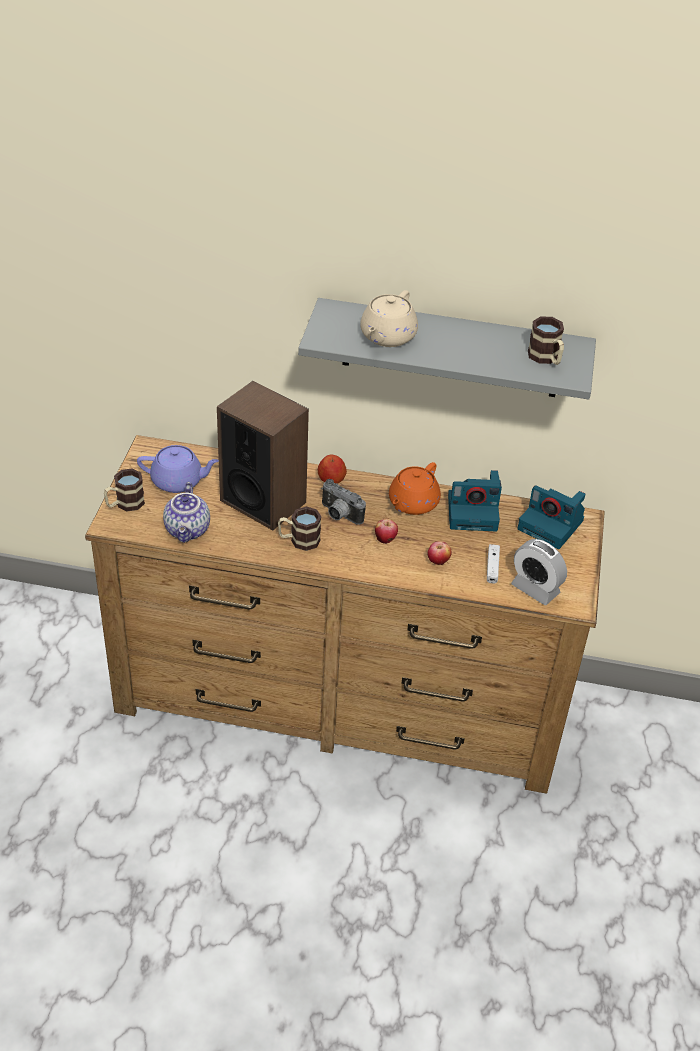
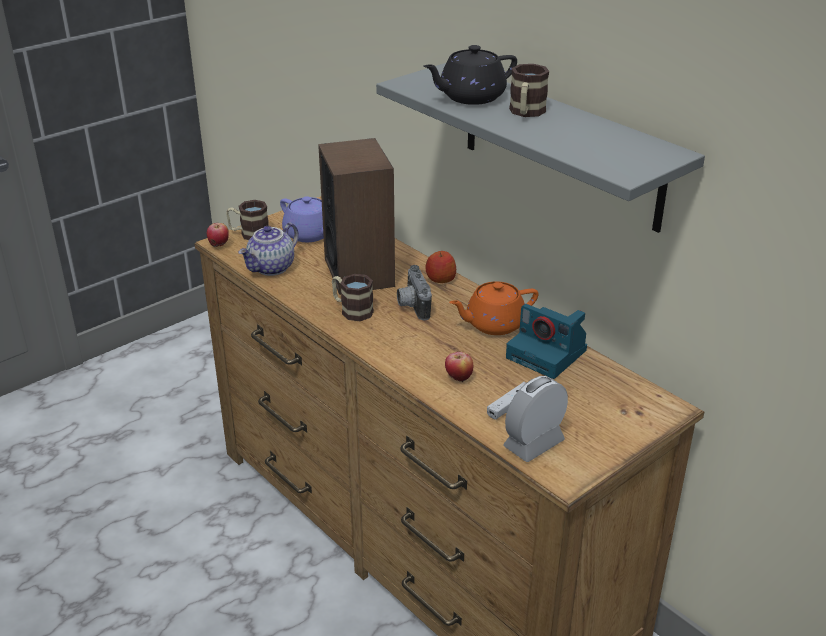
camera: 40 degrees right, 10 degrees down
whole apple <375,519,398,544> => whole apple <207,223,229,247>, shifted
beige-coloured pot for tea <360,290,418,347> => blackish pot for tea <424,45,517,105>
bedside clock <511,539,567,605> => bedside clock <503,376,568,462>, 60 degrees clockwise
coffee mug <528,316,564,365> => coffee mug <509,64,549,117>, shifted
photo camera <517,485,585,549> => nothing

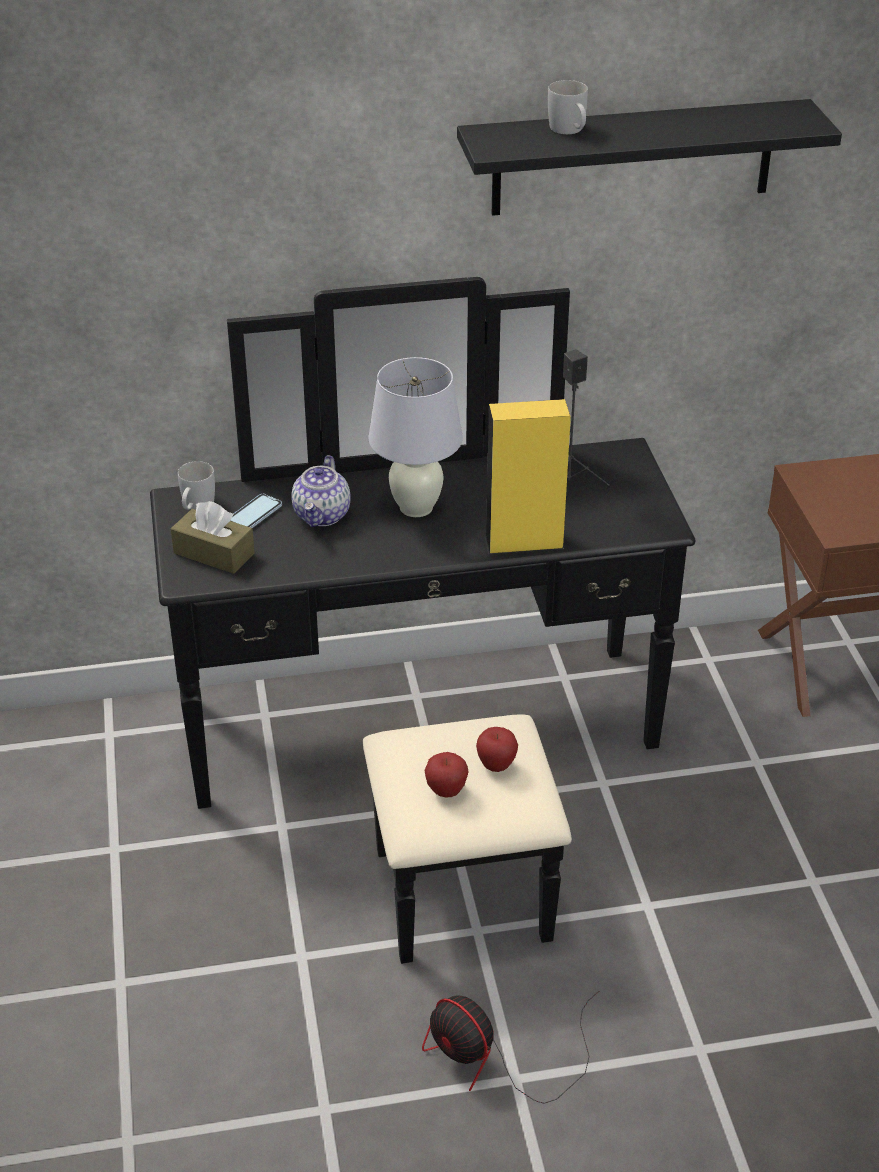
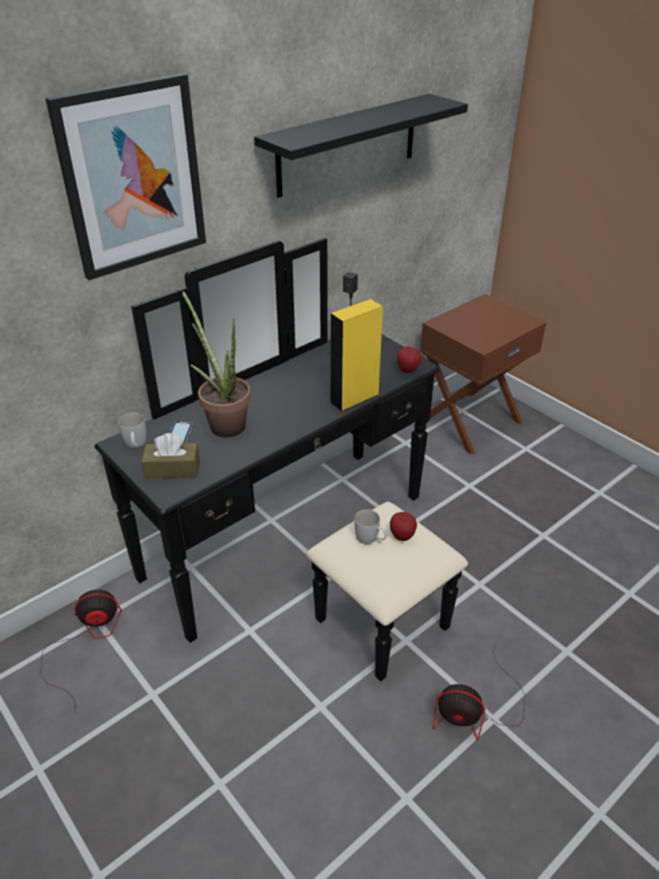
camera: 30 degrees left, 0 degrees up
nothing => electric fan <40,590,122,703>
nothing => wall picture <45,73,206,280>
pot for tea <291,455,351,527> => plant in a pot <179,286,251,437>
white coffee mug <548,80,588,134> => white coffee mug <355,509,387,544>, shifted
whole apple <424,752,469,797> => whole apple <397,347,421,372>, shifted
white lamp for a table <368,357,463,517> => nothing

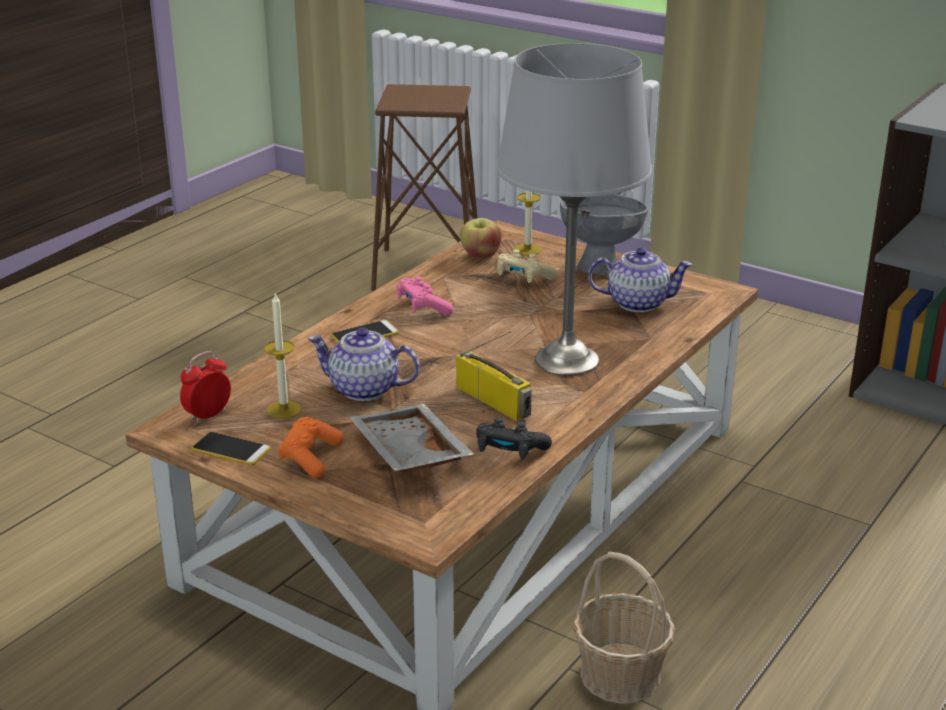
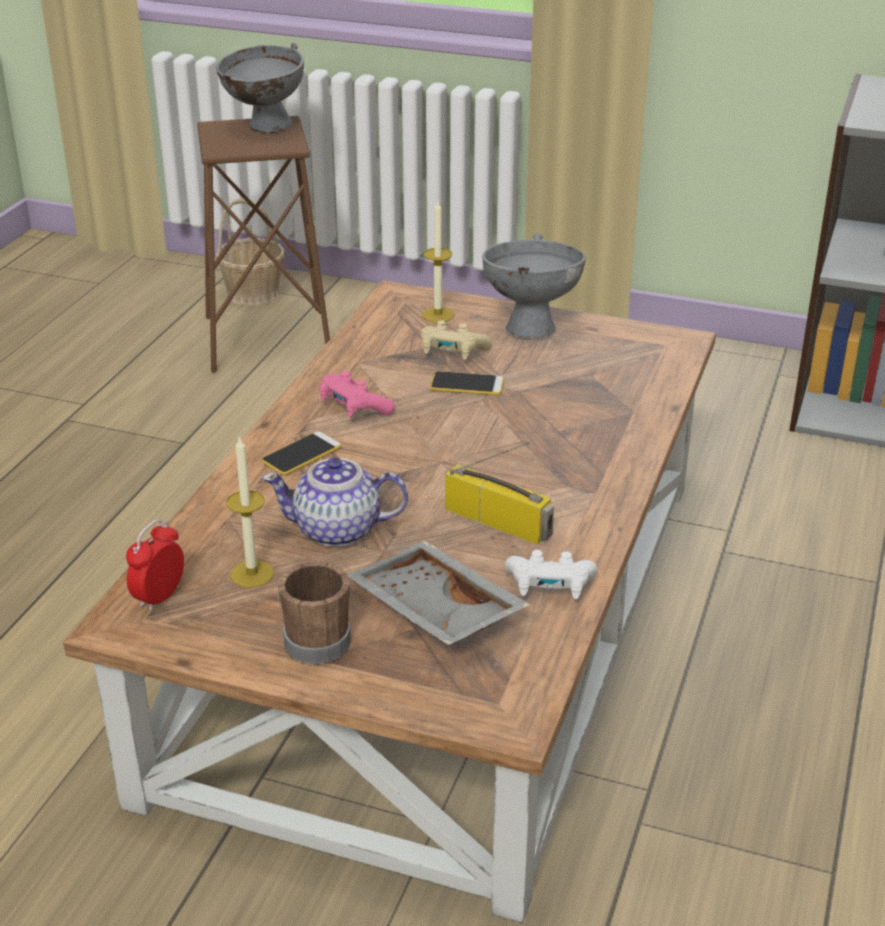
camera: 15 degrees left, 5 degrees up
nothing => grey bowl <216,43,304,133>
household basket <573,552,675,704> => household basket <216,199,285,305>, shifted
orange game controller <278,417,343,478> => brownish coffee mug <278,562,351,664>
phone <191,432,271,466> => phone <430,371,505,396>, shifted
blackish game controller <476,417,552,460> => white game controller <505,550,598,599>
whole apple <460,218,501,258> => nothing
grey lamp for a table <496,43,652,376> => nothing
pot for tea <588,247,693,312> => nothing

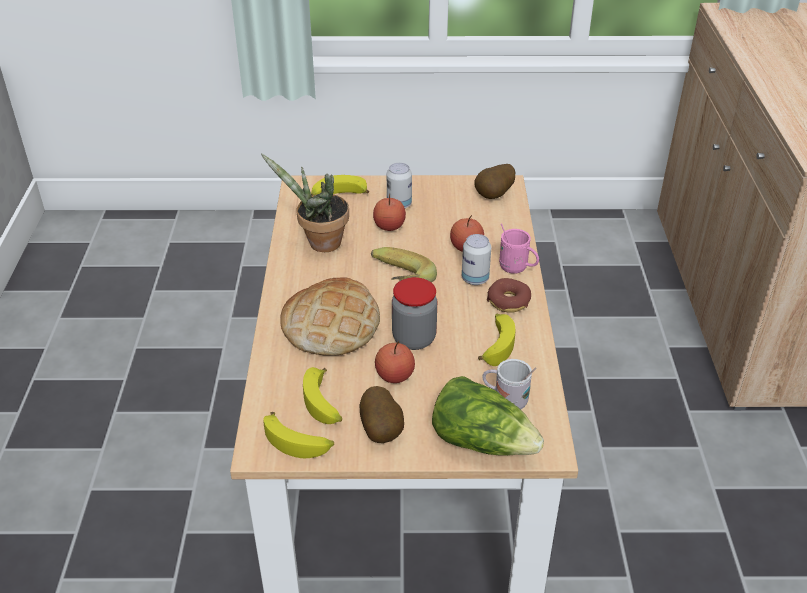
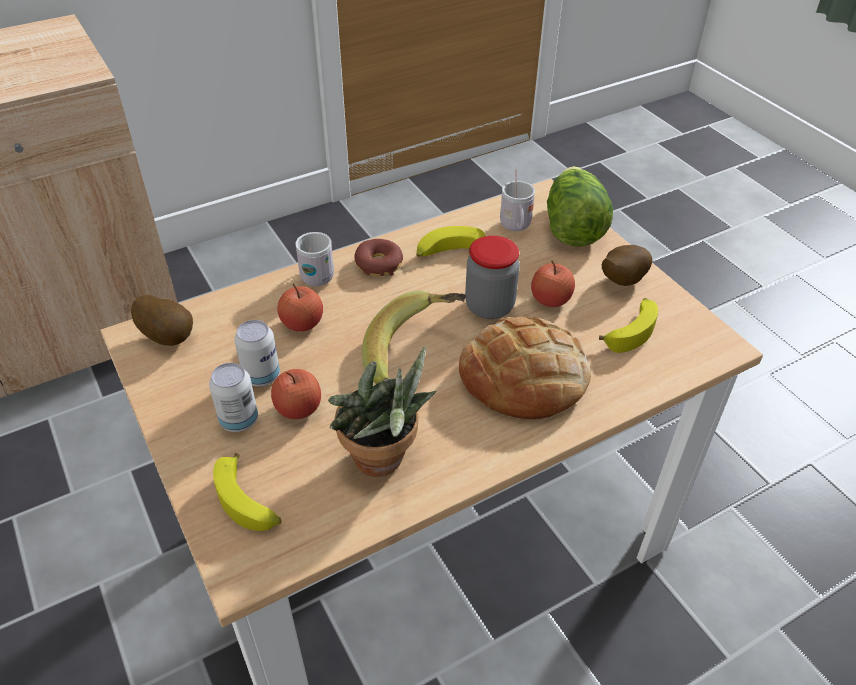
camera: 120 degrees left, 5 degrees up
can <462,234,491,285> => can <234,320,280,387>, shifted
pink coffee mug <499,223,539,274> => white coffee mug <295,232,334,286>
banana <263,412,334,458> => nothing

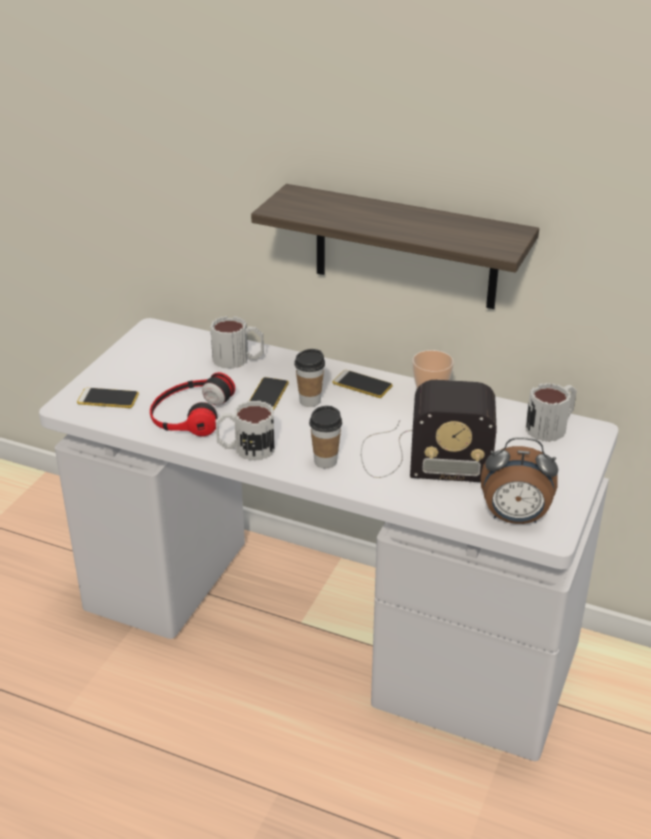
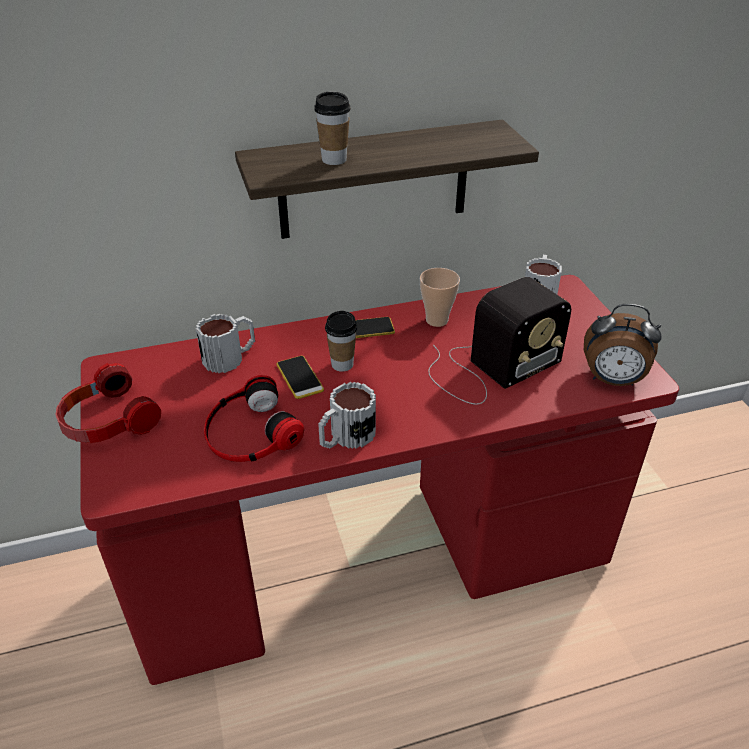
camera: 40 degrees left, 5 degrees up
nothing => pair of headphones <55,363,161,443>
white desk table <39,318,619,761> => red desk table <81,275,679,685>
small cup <309,406,342,468> => small cup <314,92,351,165>, shifted
bedside clock <481,437,558,524> => bedside clock <584,304,662,386>, 45 degrees clockwise
phone <77,388,139,408> => nothing

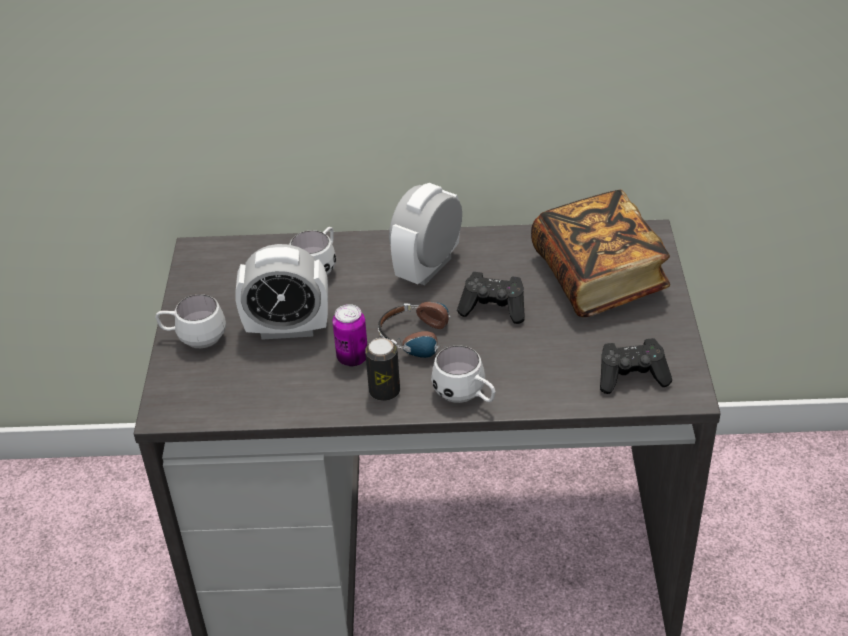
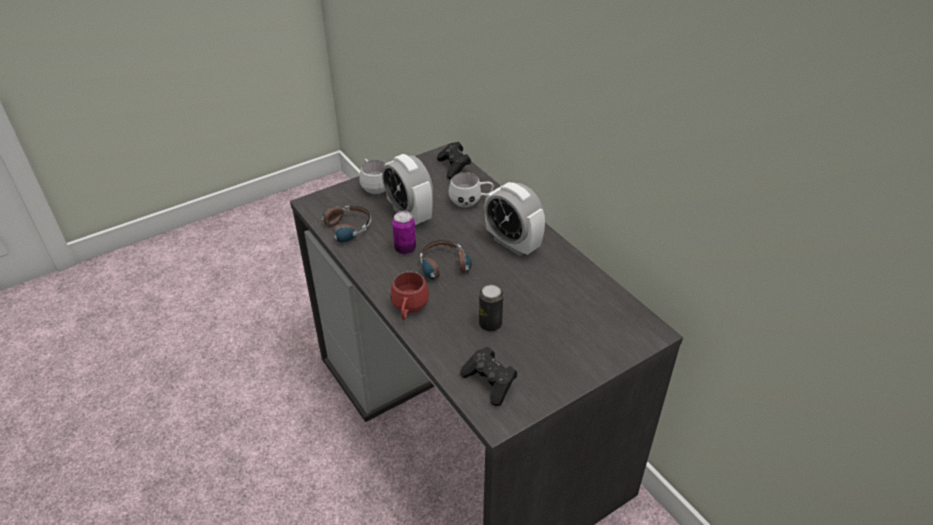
camera: 55 degrees right, 0 degrees up
nothing => pair of headphones <304,206,371,243>
white coffee mug <431,345,496,403> => red coffee mug <390,271,429,320>
blackish game controller <457,272,525,324> => blackish game controller <437,142,471,179>, shifted
can <365,338,400,401> => can <479,285,503,331>, shifted
bedside clock <389,183,462,286> => bedside clock <485,182,545,256>, 135 degrees counterclockwise
volume <531,190,670,317> => nothing

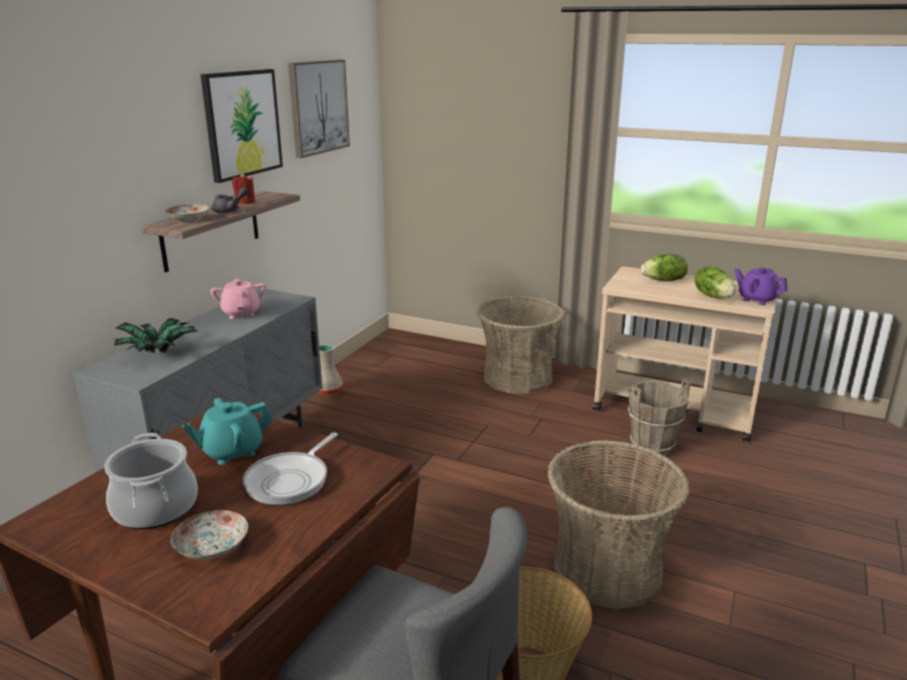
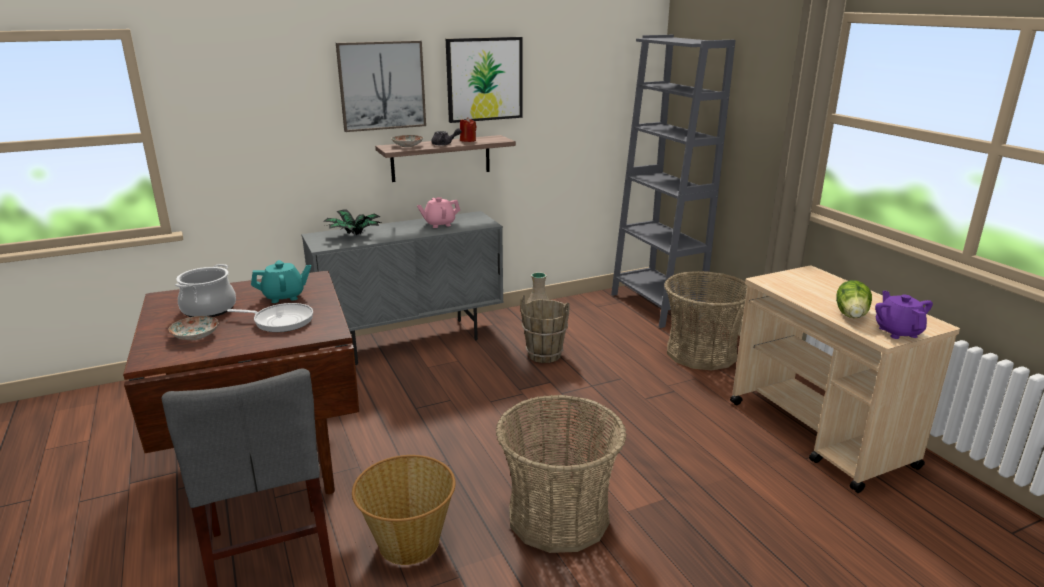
camera: 40 degrees right, 0 degrees up
frying pan <243,432,338,505> => frying pan <227,303,313,332>, 150 degrees counterclockwise
blue-green pot for tea <182,398,272,465> => blue-green pot for tea <251,260,311,303>, 150 degrees clockwise
wall picture <288,60,350,158> => wall picture <336,40,426,132>, shifted
pink pot for tea <210,278,266,319> => pink pot for tea <417,197,460,228>, 135 degrees counterclockwise
brownish bucket <628,378,690,457> => brownish bucket <520,295,570,363>, shifted
nothing => grey bookcase <611,35,735,328>
lettuce <640,254,688,281> => nothing

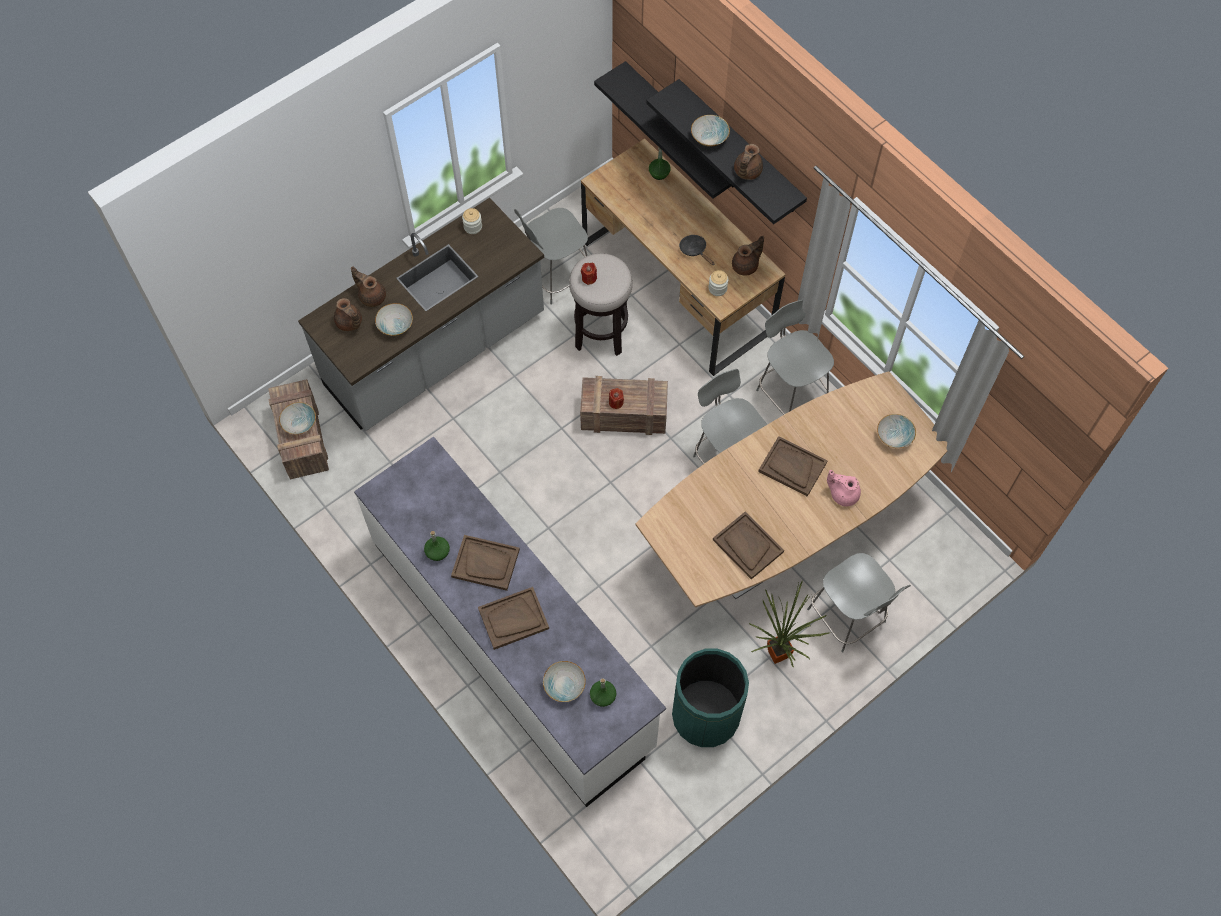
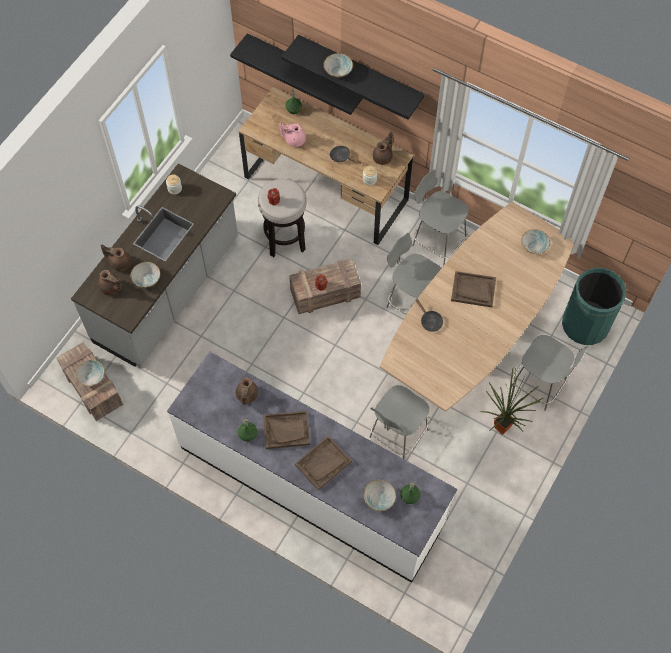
camera: 20 degrees left, 0 degrees up
brownish pot for tea <734,144,763,180> => brownish pot for tea <236,377,258,405>, shifted
pink pot for tea <827,470,861,507> => pink pot for tea <280,123,306,147>, shifted
grey chair <514,208,588,305> => grey chair <370,385,429,459>, shifted
nothing => blackish frying pan <416,299,443,332>
green rubbish bin <672,649,749,747> => green rubbish bin <562,268,626,345>, shifted
brownish carrying tray <713,511,784,579> => nothing

